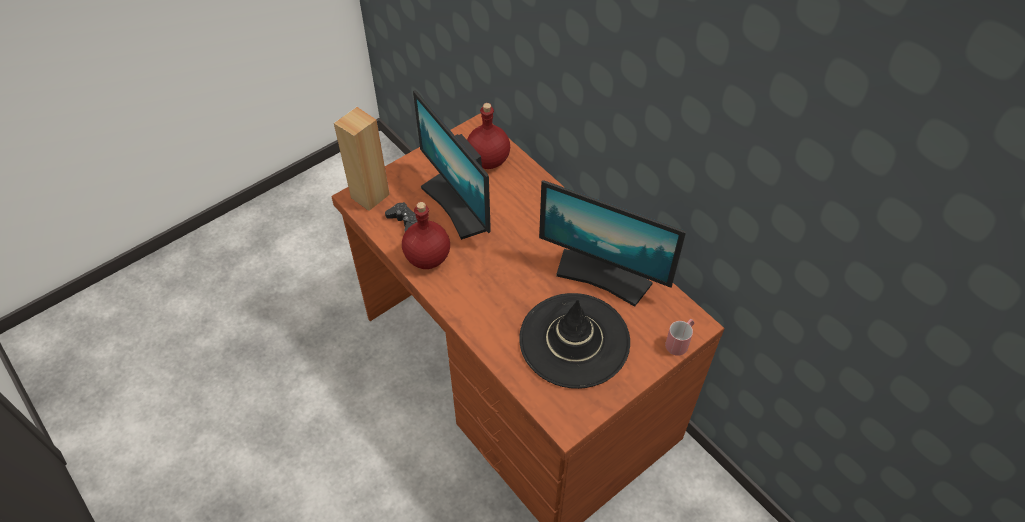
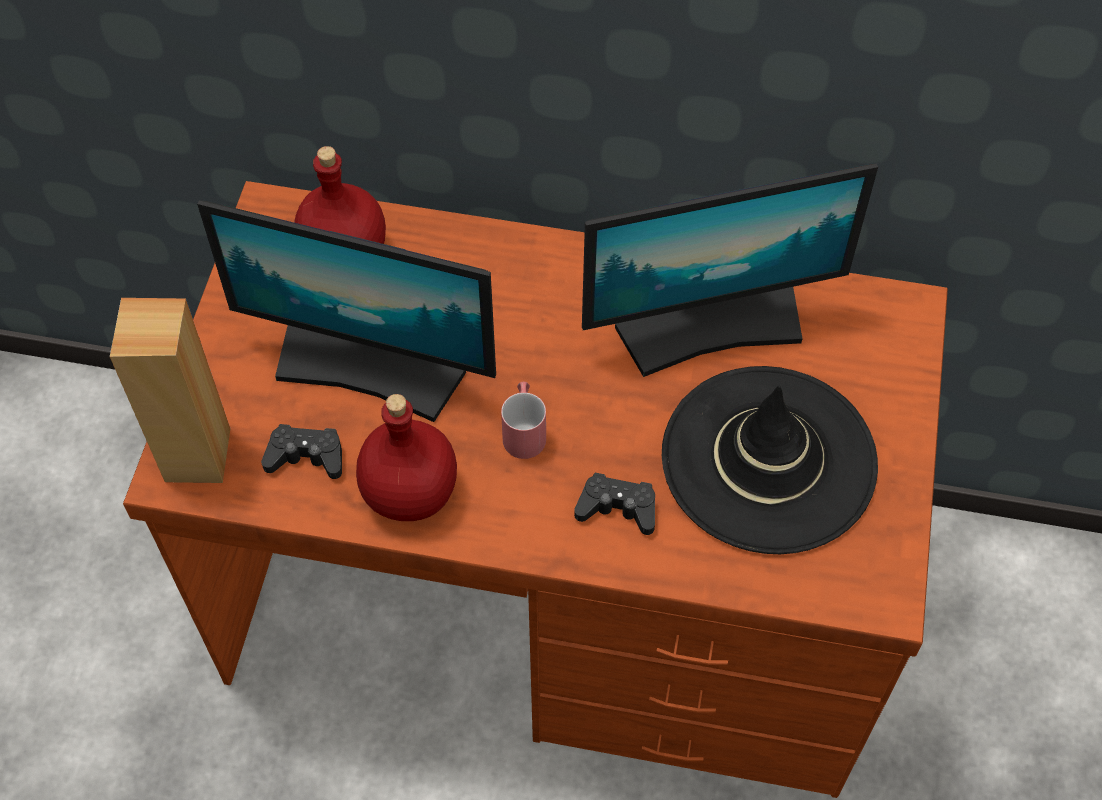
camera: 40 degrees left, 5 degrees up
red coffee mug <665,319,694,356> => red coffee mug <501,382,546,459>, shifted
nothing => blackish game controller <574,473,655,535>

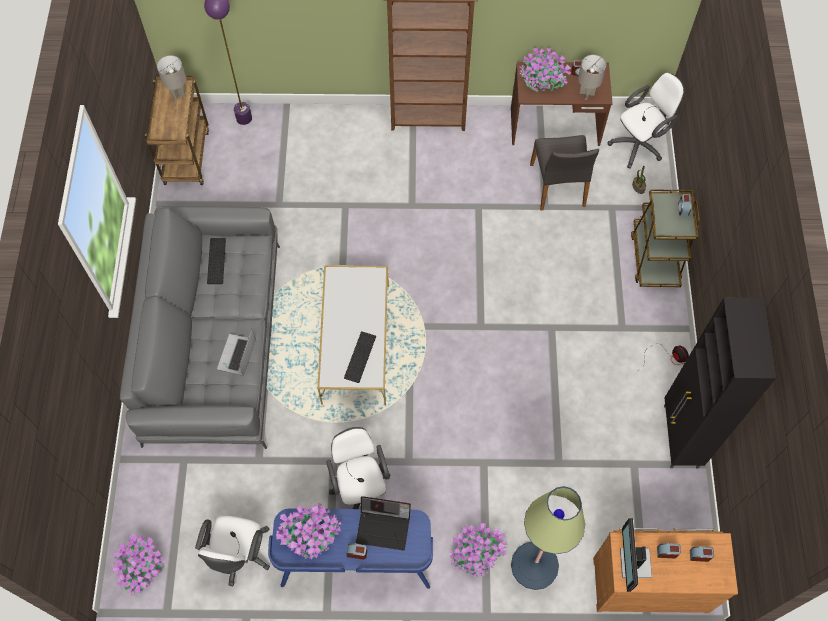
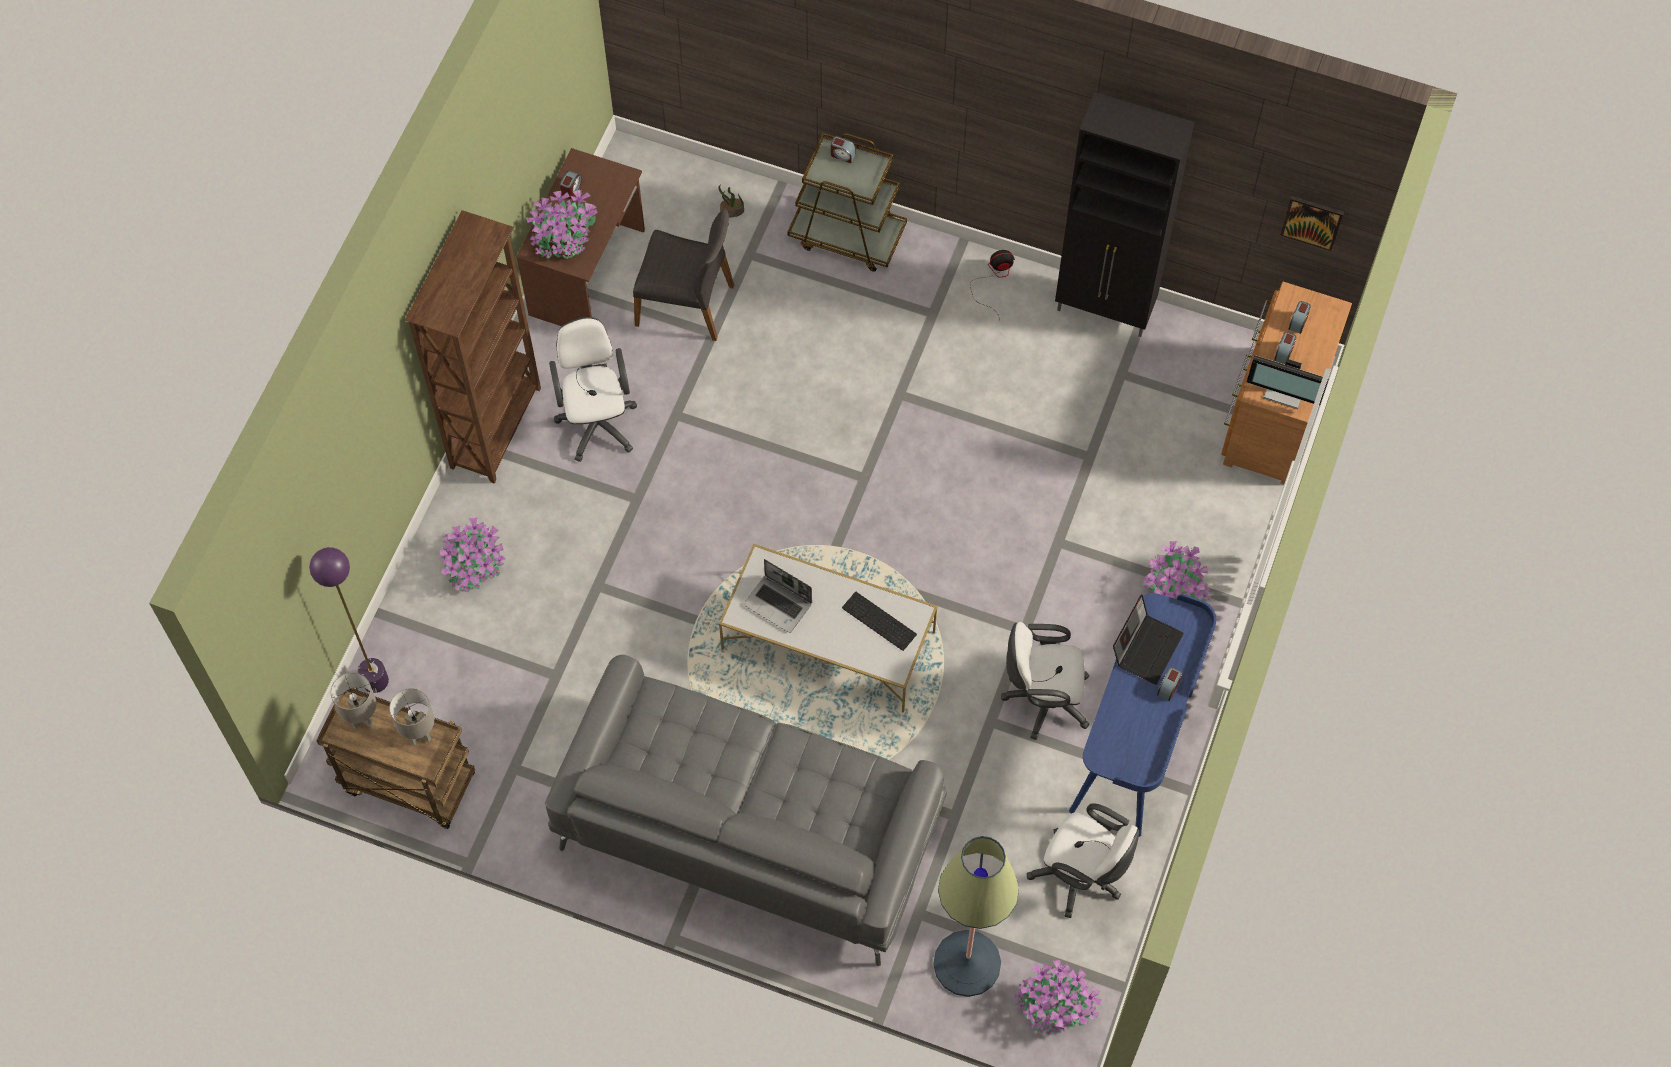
camera: 70 degrees left, 0 degrees up
grey lamp for a table <578,55,606,100> => grey lamp for a table <389,688,435,745>, shifted
plant in a pot <276,503,341,559> => plant in a pot <439,518,505,592>, shifted
white office chair <608,73,684,169> => white office chair <549,317,637,462>, shifted
portable computer <217,329,256,376> => portable computer <744,559,812,633>, shifted
standing lamp <511,486,585,590> => standing lamp <933,836,1019,997>, shifted
nothing => wall picture <1280,196,1344,251>
keyboard <207,238,226,284> => nothing

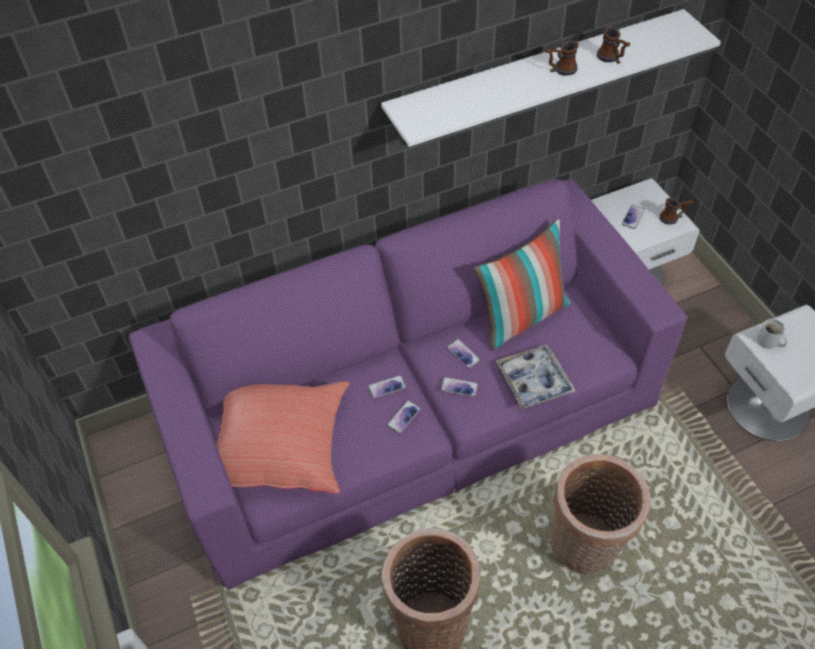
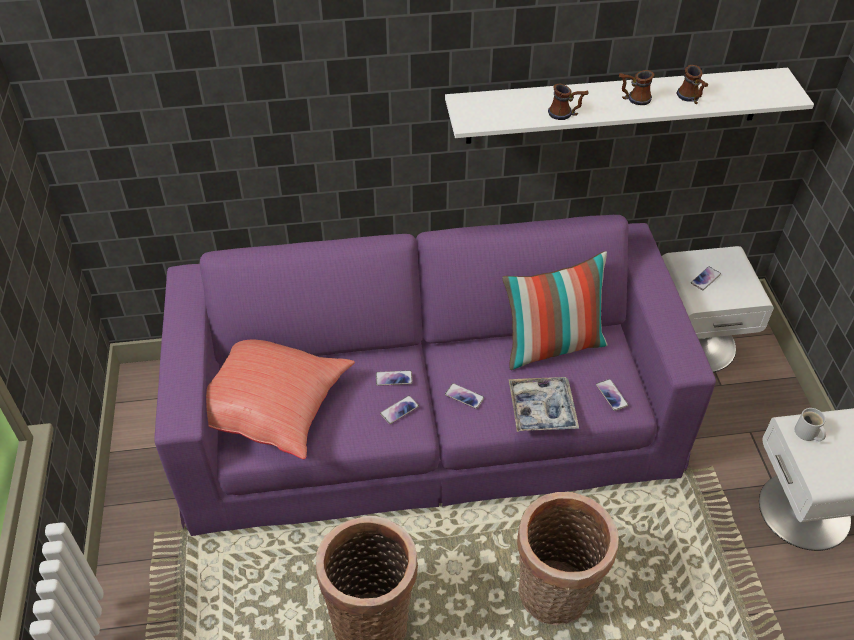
camera: 15 degrees right, 5 degrees down
coffee mug <660,198,693,225> => coffee mug <548,84,588,120>, shifted
phone <446,339,480,368> => phone <596,379,628,411>, shifted

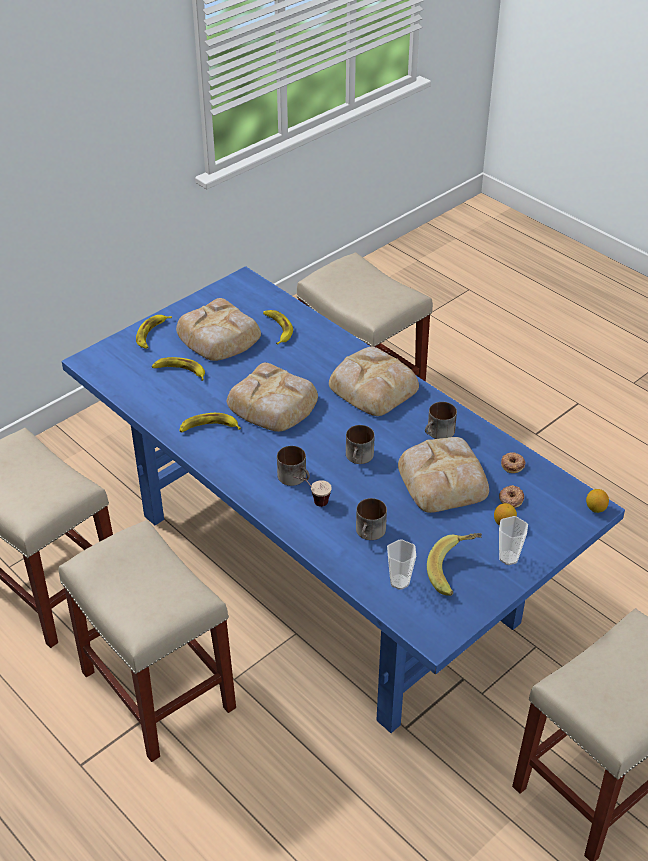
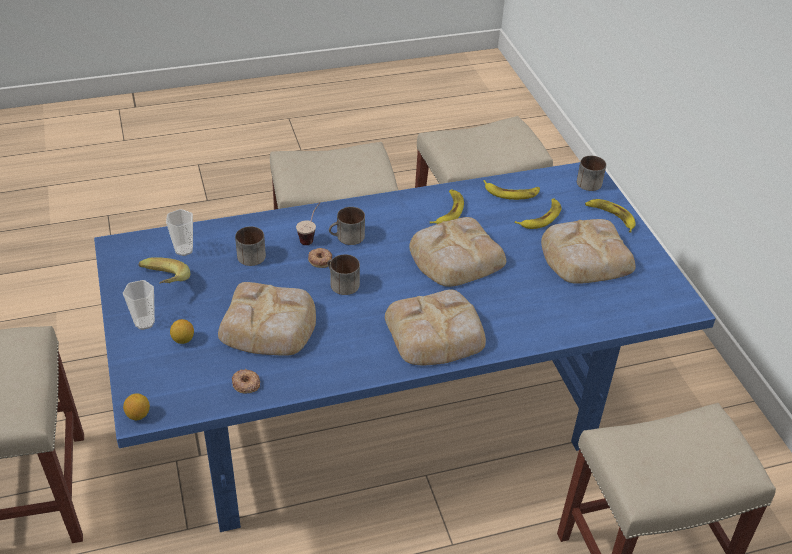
camera: 115 degrees right, 0 degrees up
donut <499,485,524,508> => donut <308,248,332,268>, shifted
banana <263,310,293,345> => banana <483,180,540,200>, shifted
coffee mug <425,402,457,439> => coffee mug <577,156,606,191>, shifted

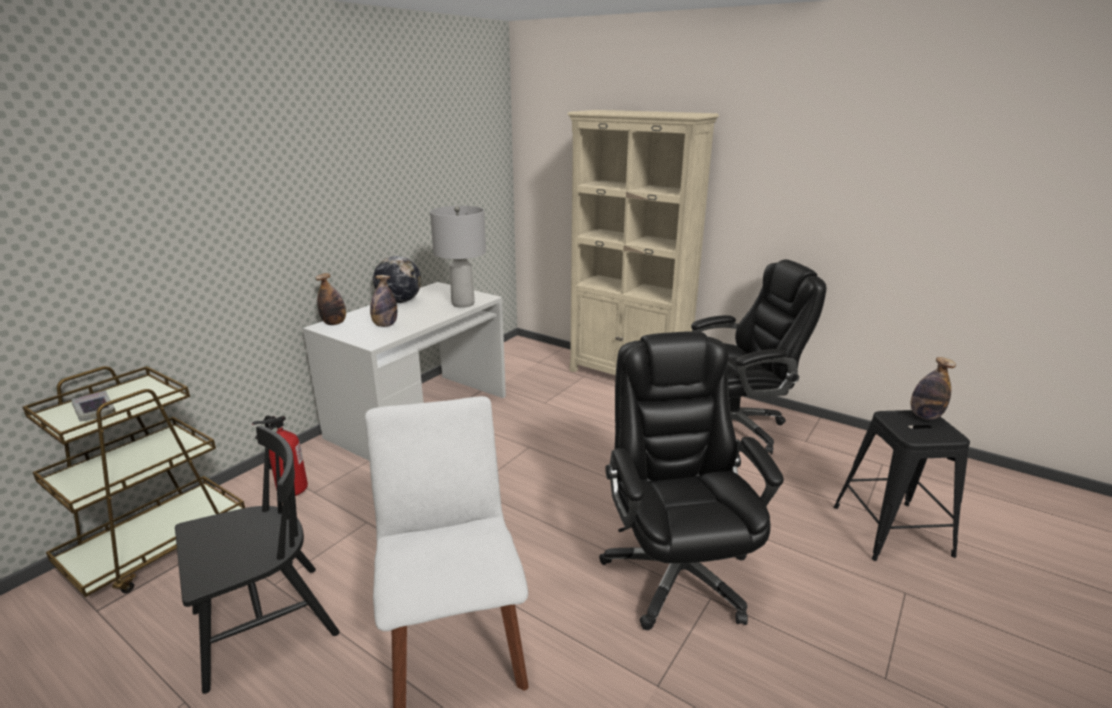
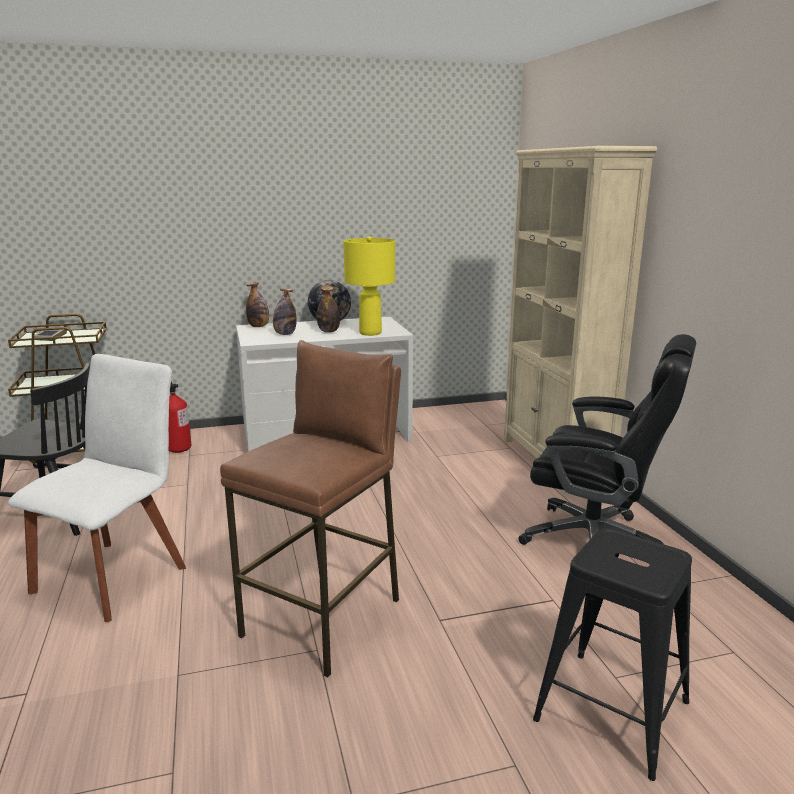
camera: 40 degrees right, 5 degrees down
blackish office chair <599,331,784,630> => brownish stool seat <220,340,401,677>
beverage bottle <910,357,956,420> => beverage bottle <317,286,340,333>, shifted
grey lamp for a table <430,206,486,308> => yellow-coloured lamp for a table <343,236,395,336>

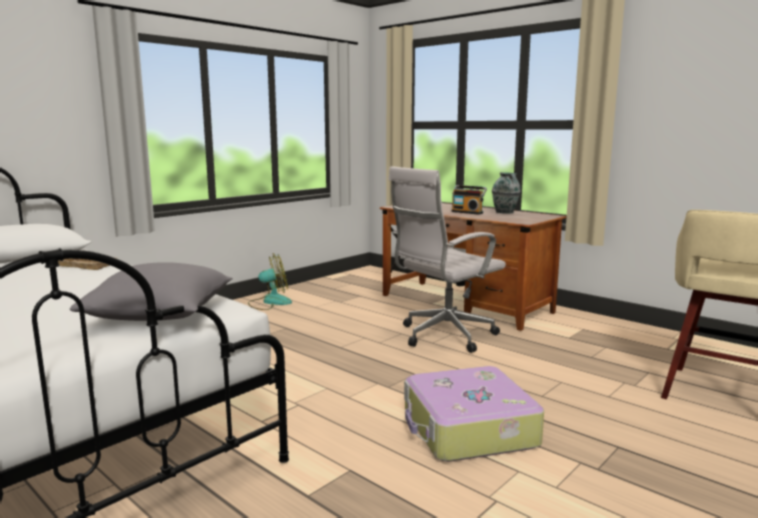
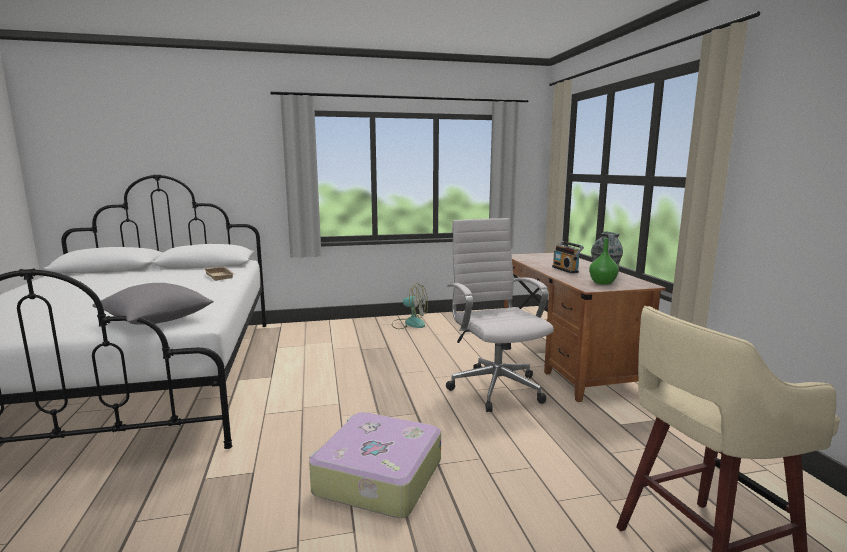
camera: 35 degrees right, 0 degrees up
white office chair <388,166,506,353> => white office chair <446,218,554,412>, 75 degrees clockwise
nothing => green decorative vase <589,238,619,285>

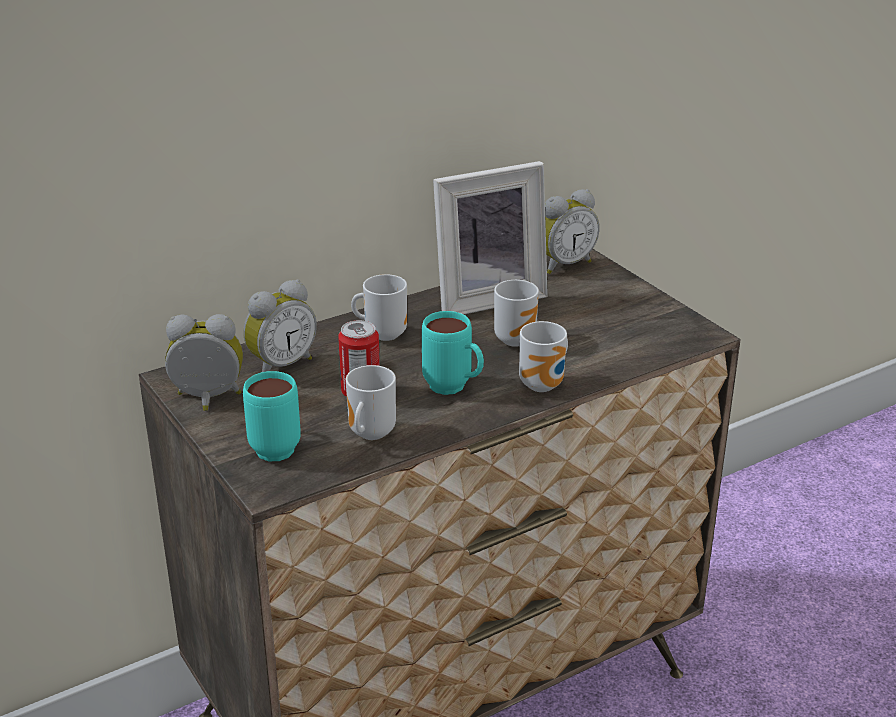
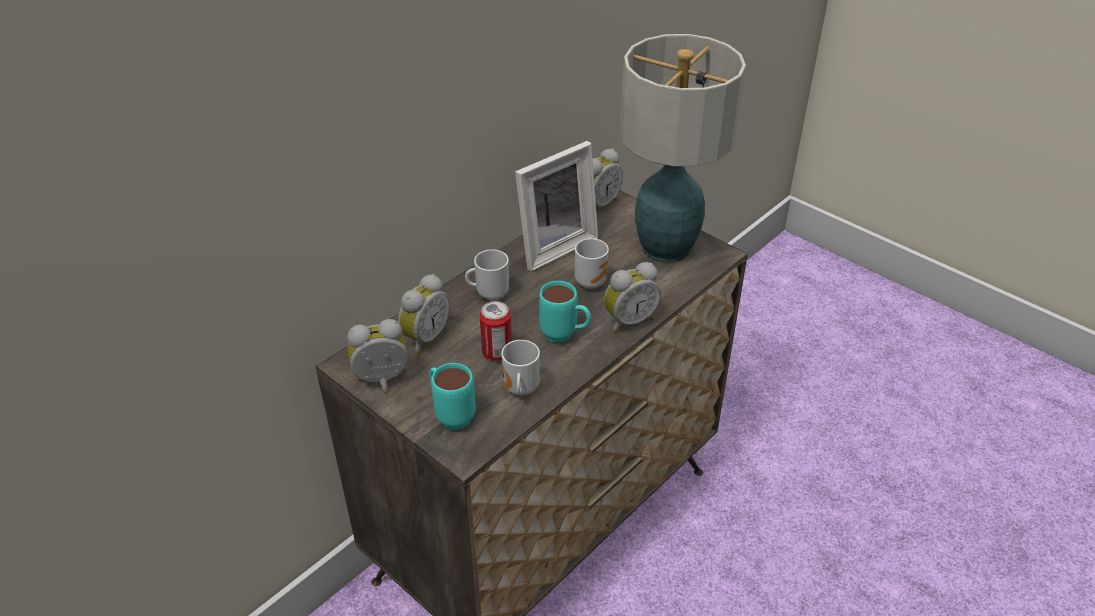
camera: 15 degrees left, 10 degrees up
coffee mug <519,321,568,392> => bedside clock <604,262,661,333>
nothing => lamp for a table <620,34,746,262>

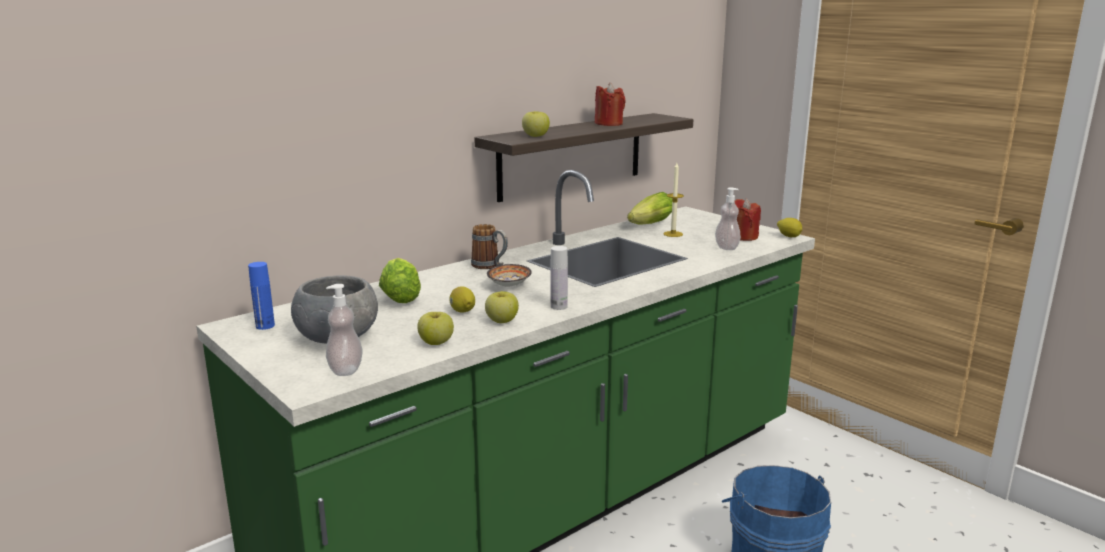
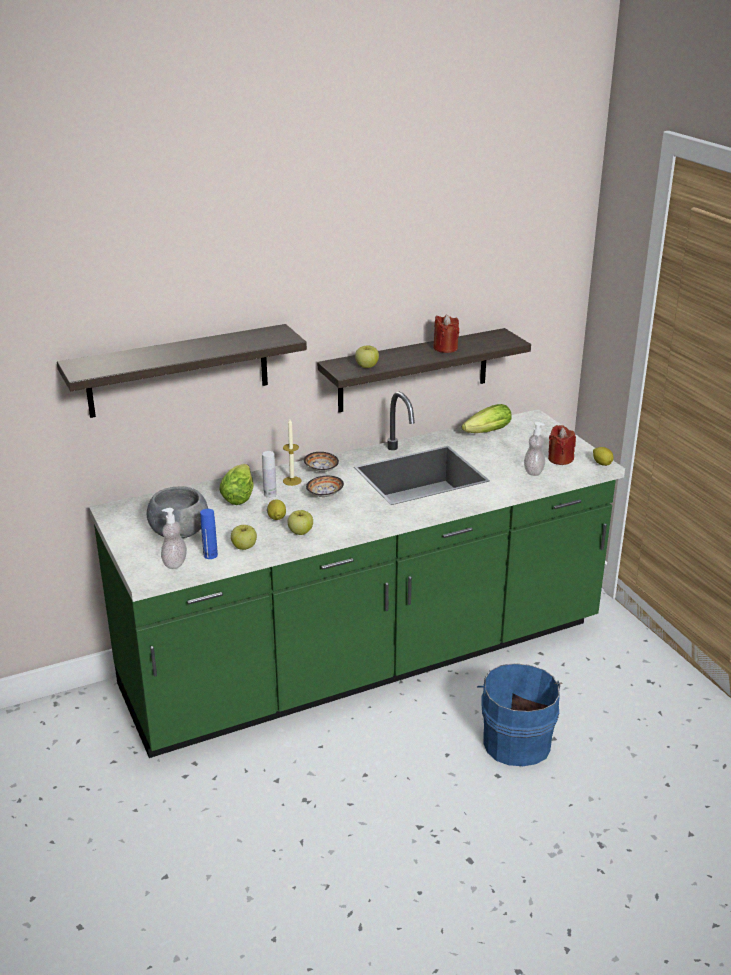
camera: 15 degrees right, 10 degrees up
nothing => bracket shelf <57,324,307,418>
blue-coloured beverage bottle <248,262,275,330> => blue-coloured beverage bottle <200,509,218,559>, shifted
white beverage bottle <550,246,568,310> => white beverage bottle <262,451,277,498>, shifted
wax light <663,163,684,237> => wax light <283,419,302,486>, shifted
coffee mug <471,224,508,269> => bowl <304,452,339,472>

